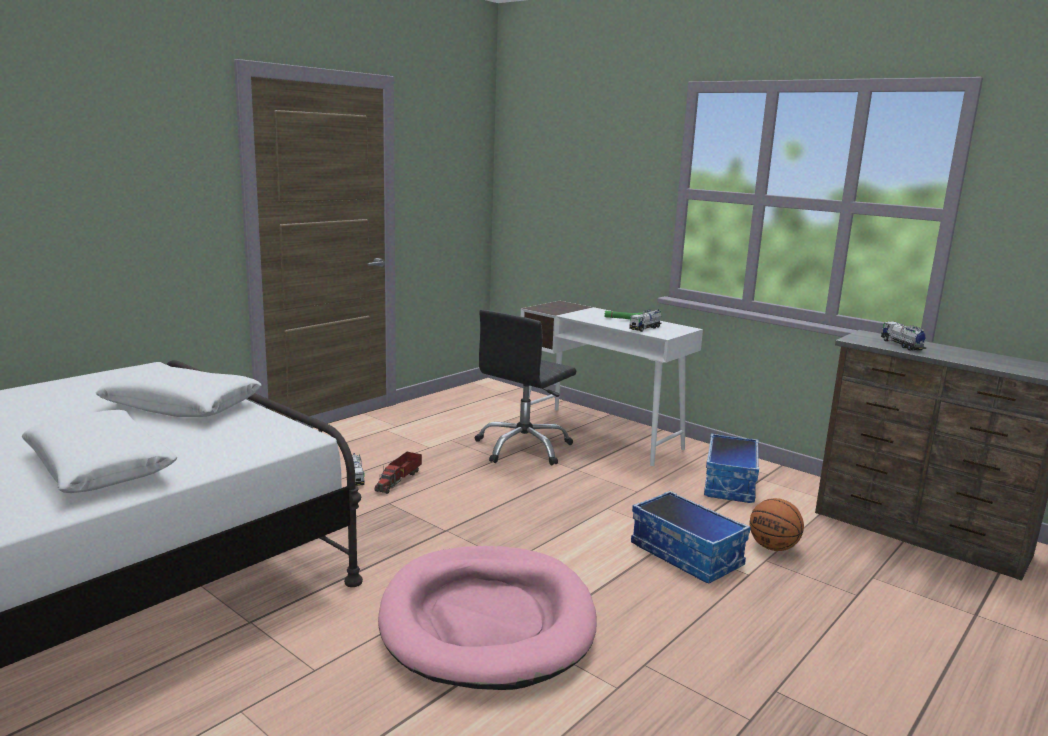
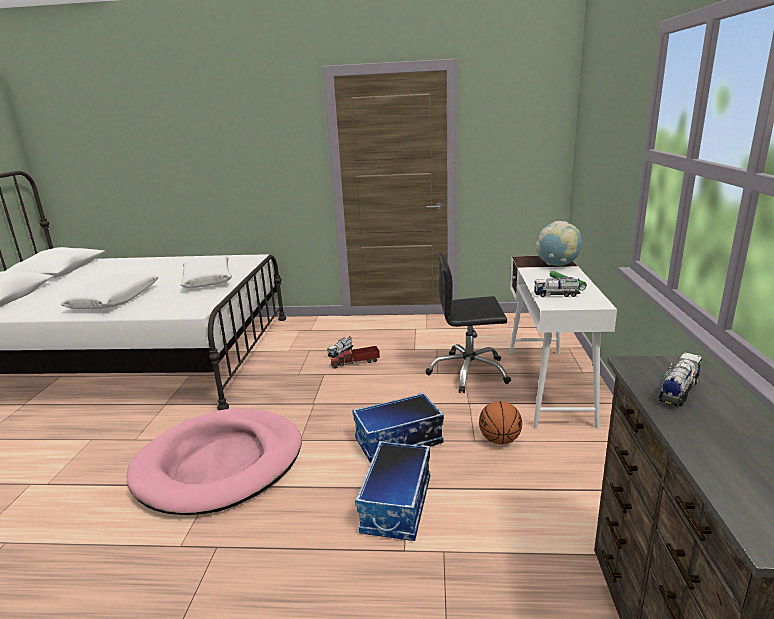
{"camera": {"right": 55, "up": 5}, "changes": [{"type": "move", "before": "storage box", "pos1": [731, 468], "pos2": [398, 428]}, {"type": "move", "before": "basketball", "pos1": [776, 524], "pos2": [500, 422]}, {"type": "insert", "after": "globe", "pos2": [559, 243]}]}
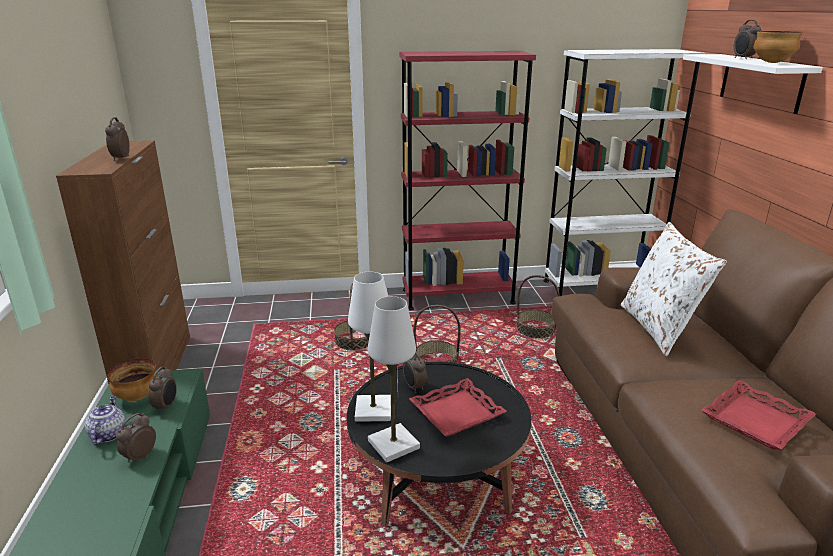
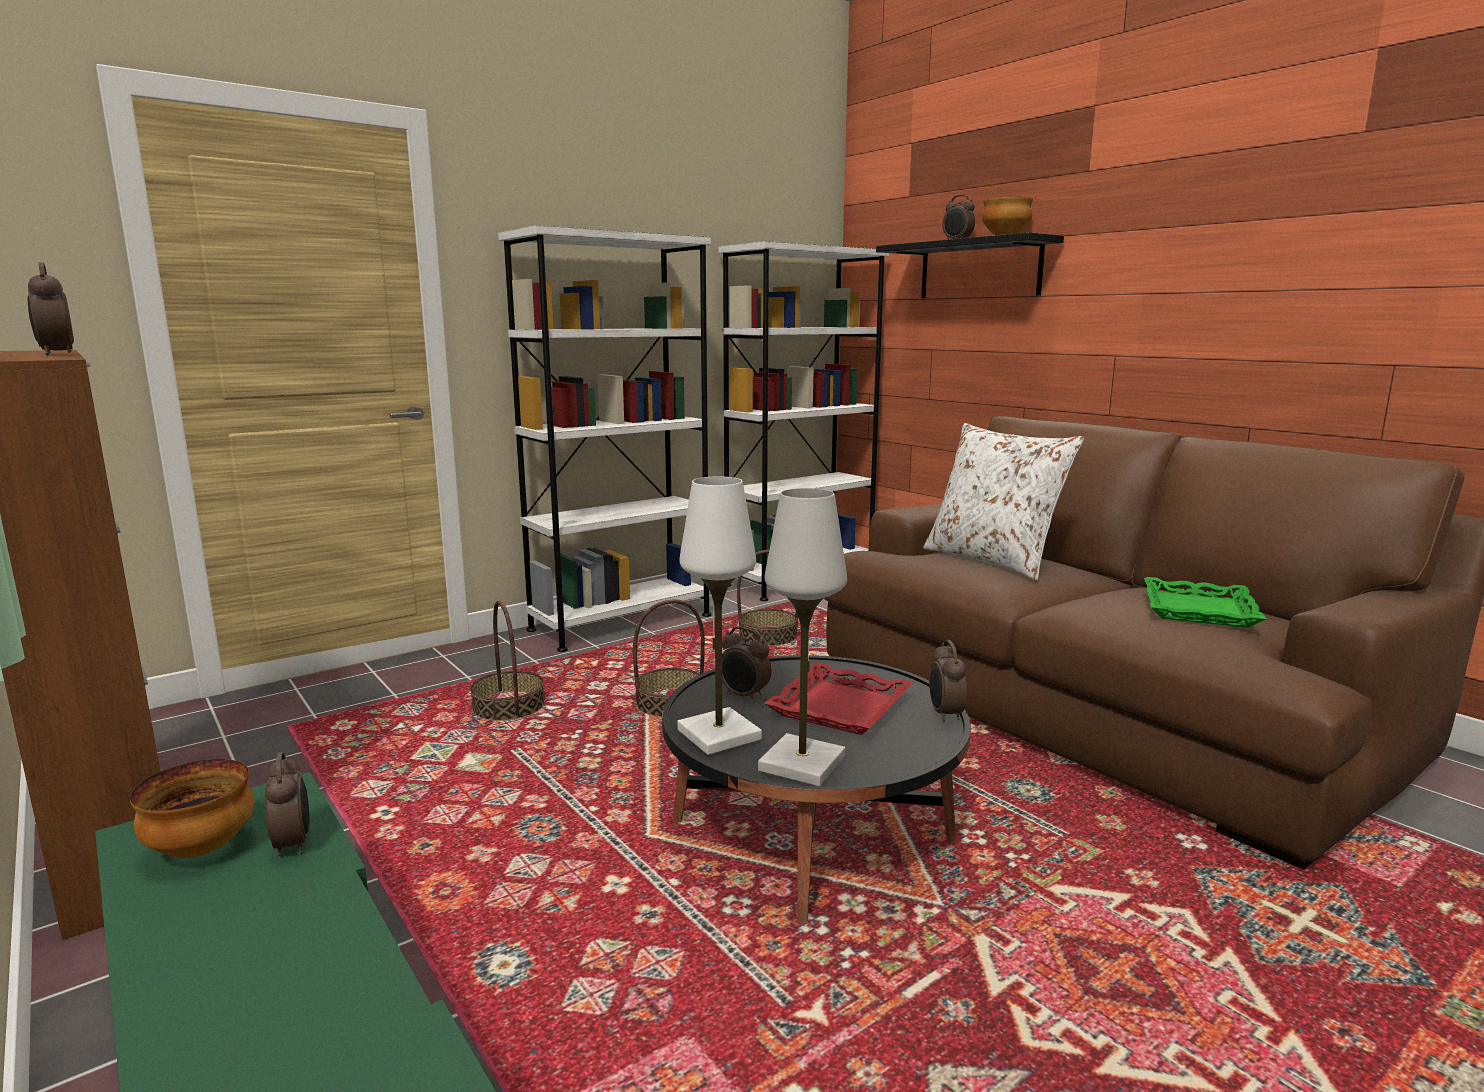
{"camera": {"right": -30, "up": -10}, "changes": [{"type": "recolor", "before": "red bookcase", "after": "white bookcase", "pos1": [467, 180], "pos2": [604, 438]}, {"type": "recolor", "before": "white shelf", "after": "black shelf", "pos1": [753, 84], "pos2": [970, 265]}, {"type": "move", "before": "alarm clock", "pos1": [136, 438], "pos2": [948, 681]}, {"type": "recolor", "before": "red tray", "after": "green tray", "pos1": [758, 415], "pos2": [1205, 602]}, {"type": "delete", "before": "teapot", "pos1": [105, 420]}]}
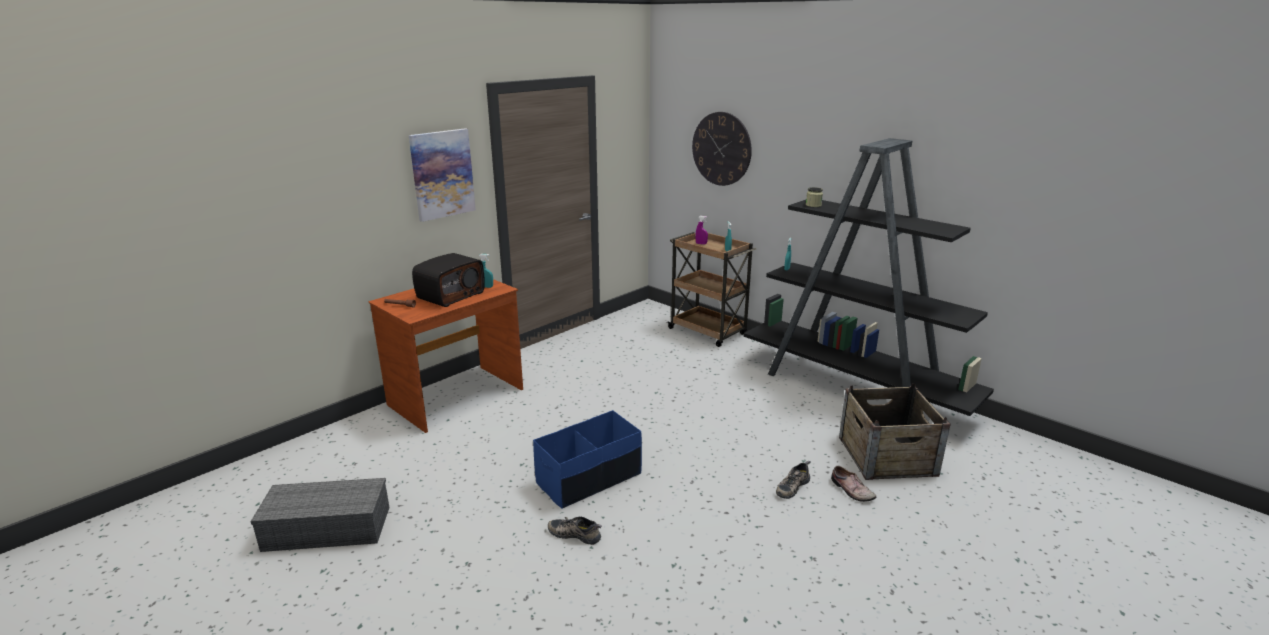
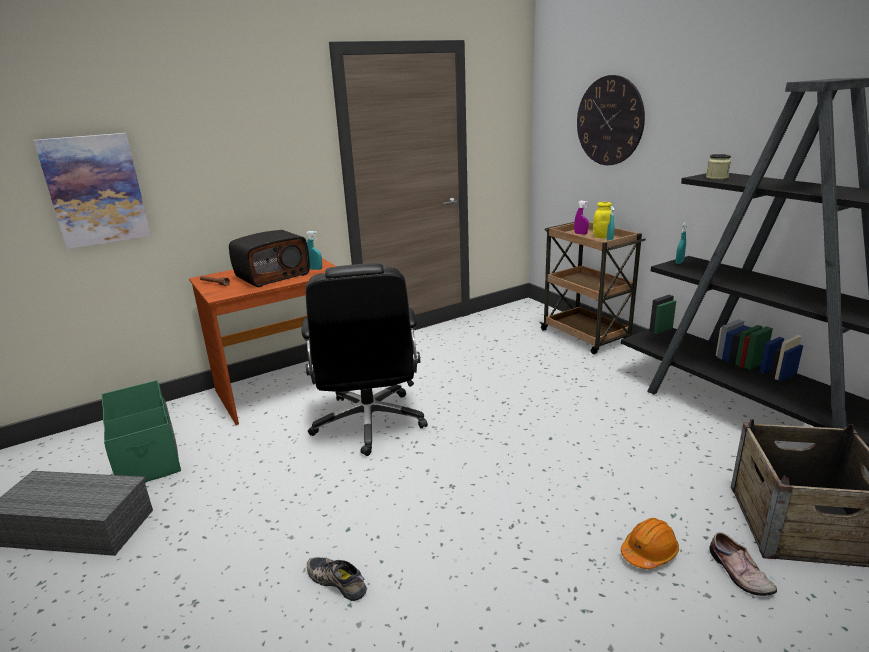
{"camera": {"right": 15, "up": 0}, "changes": [{"type": "move", "before": "picture", "pos1": [442, 175], "pos2": [92, 191]}, {"type": "insert", "after": "green storage box", "pos2": [141, 431]}, {"type": "insert", "after": "black office chair", "pos2": [364, 359]}, {"type": "insert", "after": "yellow jar", "pos2": [602, 220]}, {"type": "replace", "before": "shoe", "after": "orange hard hat", "pos1": [793, 480], "pos2": [650, 543]}, {"type": "delete", "before": "blue storage box", "pos1": [587, 459]}]}
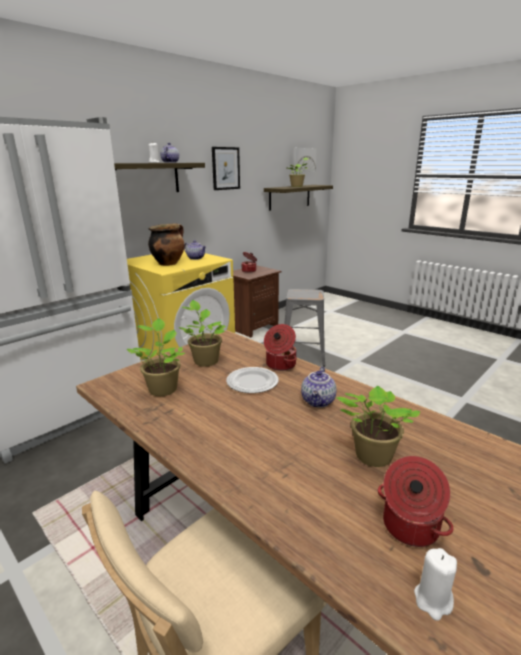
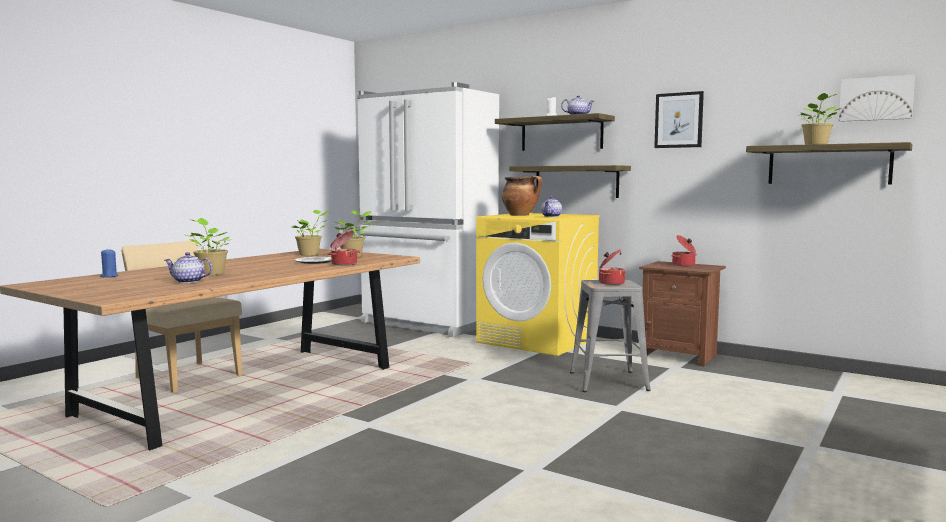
{"camera": {"right": 80, "up": -15}, "changes": [{"type": "recolor", "before": "white candle", "after": "blue candle", "pos1": [435, 584], "pos2": [109, 262]}, {"type": "move", "before": "teapot", "pos1": [319, 387], "pos2": [189, 267]}, {"type": "insert", "after": "shelf", "pos2": [570, 181]}, {"type": "move", "before": "cooking pot", "pos1": [416, 501], "pos2": [612, 267]}]}
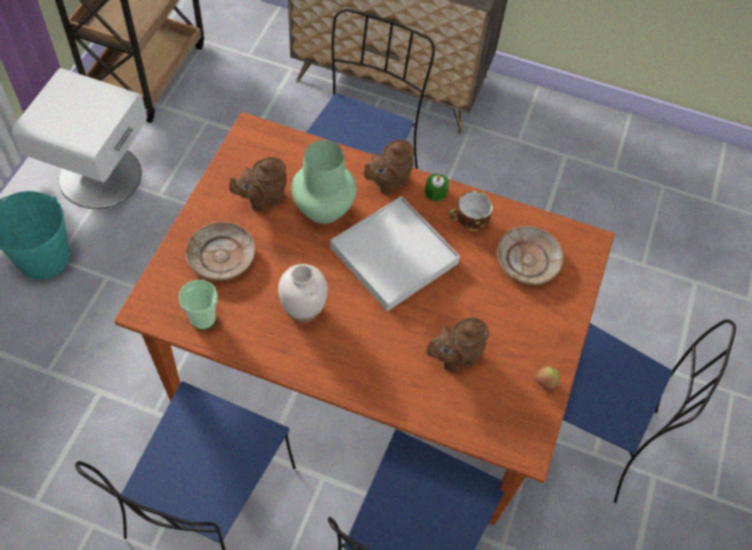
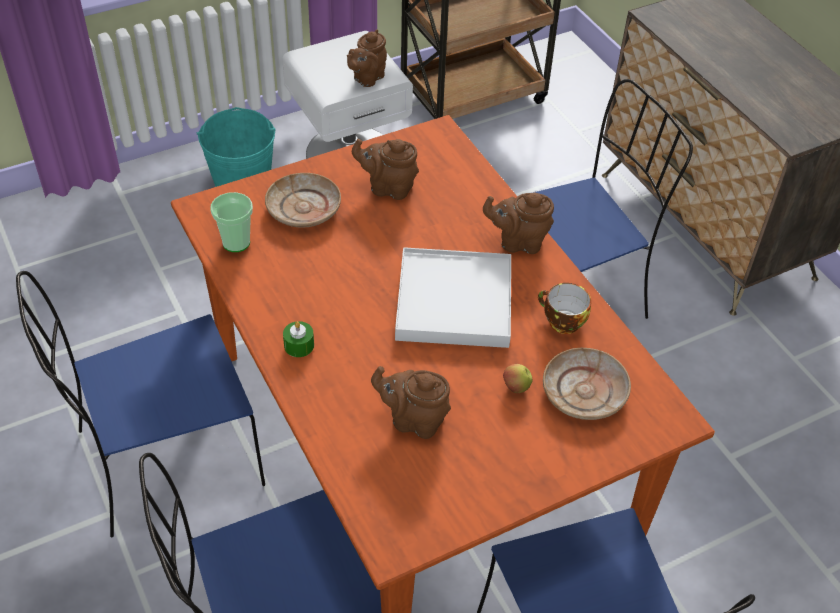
{"camera": {"right": 45, "up": -10}, "changes": [{"type": "move", "before": "green candle", "pos1": [437, 187], "pos2": [298, 339]}, {"type": "insert", "after": "brown teapot", "pos2": [367, 58]}, {"type": "move", "before": "apple", "pos1": [547, 379], "pos2": [518, 378]}, {"type": "delete", "before": "white vase", "pos1": [303, 293]}, {"type": "delete", "before": "green vase", "pos1": [324, 182]}]}
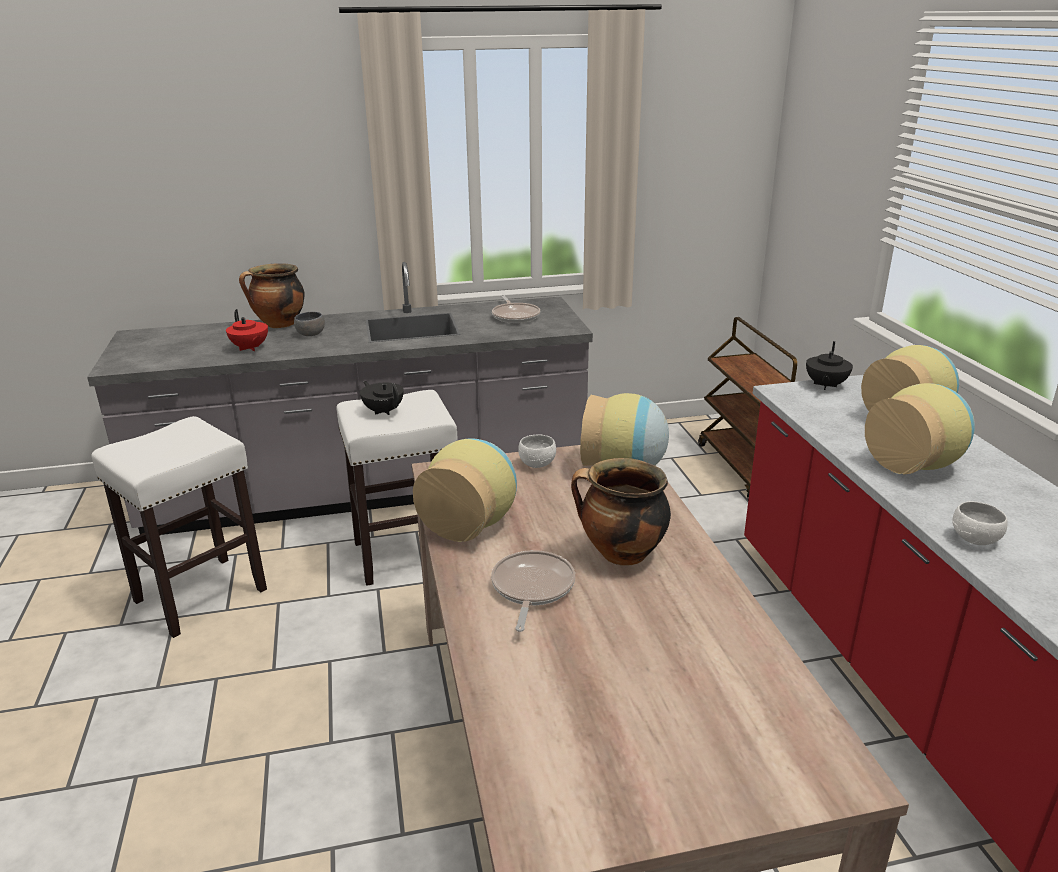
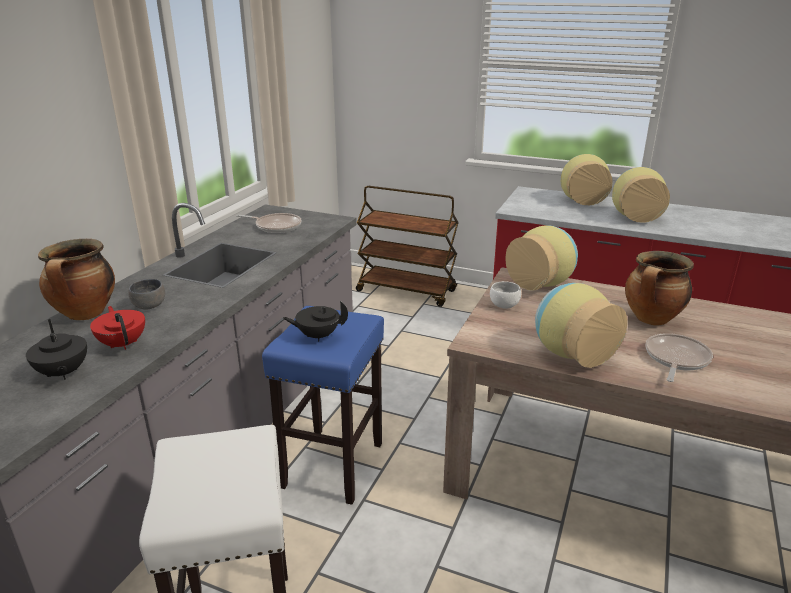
{"camera": {"right": -55, "up": 0}, "changes": [{"type": "move", "before": "black teapot", "pos1": [829, 365], "pos2": [56, 349]}, {"type": "rotate", "before": "red teapot", "pos1": [247, 330], "pos2": [117, 328], "turn": -120}, {"type": "recolor", "before": "white stool", "after": "blue stool", "pos1": [397, 488], "pos2": [323, 405]}, {"type": "rotate", "before": "frying pan", "pos1": [533, 591], "pos2": [679, 357], "turn": 75}, {"type": "delete", "before": "white bowl", "pos1": [980, 523]}]}
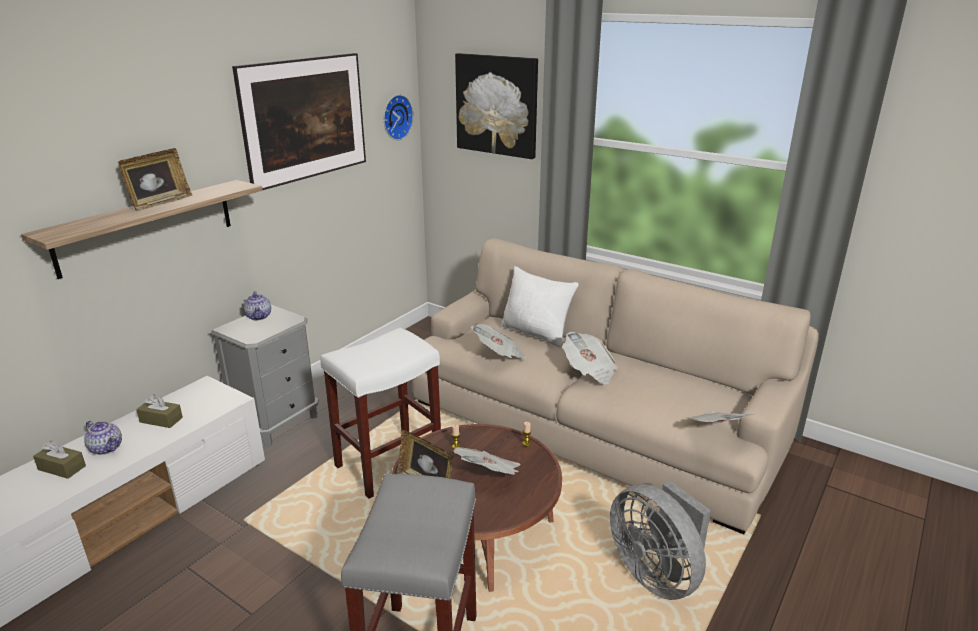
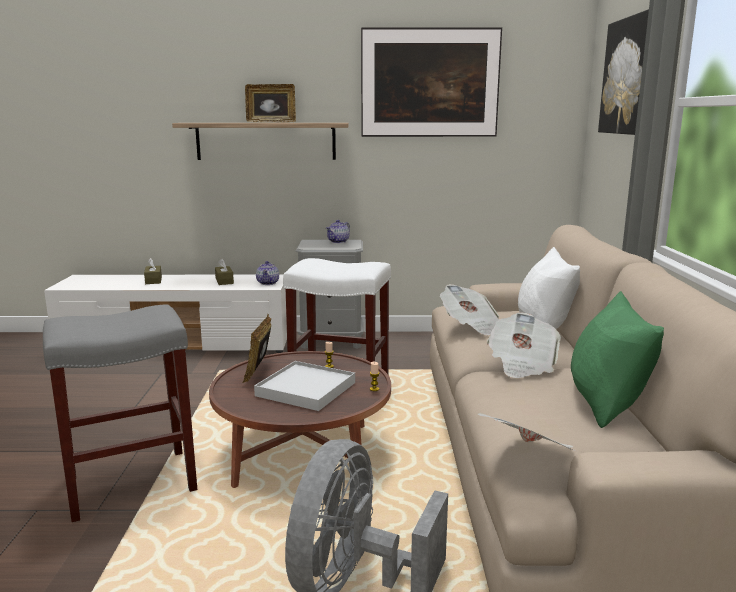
{"camera": {"right": 55, "up": -10}, "changes": [{"type": "replace", "before": "newspaper", "after": "white tray", "pos1": [487, 461], "pos2": [304, 386]}, {"type": "move", "before": "teapot", "pos1": [103, 438], "pos2": [267, 273]}, {"type": "insert", "after": "green pillow", "pos2": [617, 359]}, {"type": "delete", "before": "wall clock", "pos1": [399, 117]}]}
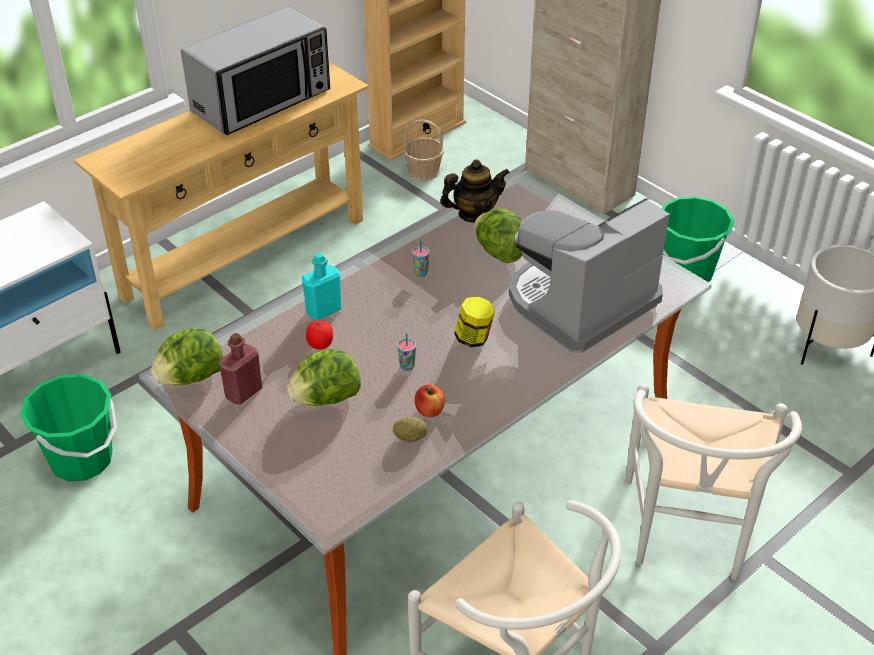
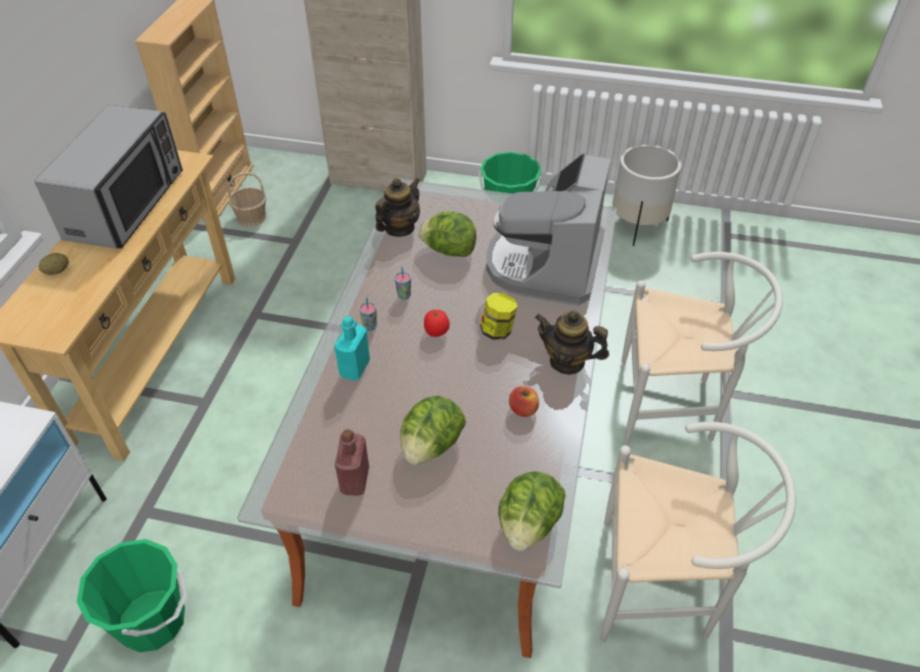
{"camera": {"right": -35, "up": 5}, "changes": [{"type": "move", "before": "potato", "pos1": [410, 429], "pos2": [54, 264]}, {"type": "move", "before": "cup", "pos1": [406, 352], "pos2": [368, 314]}, {"type": "move", "before": "tomato", "pos1": [319, 335], "pos2": [437, 323]}, {"type": "move", "before": "lettuce", "pos1": [187, 357], "pos2": [532, 511]}, {"type": "insert", "after": "teapot", "pos2": [572, 342]}, {"type": "rotate", "before": "white chair", "pos1": [714, 482], "pos2": [702, 349], "turn": -60}]}
